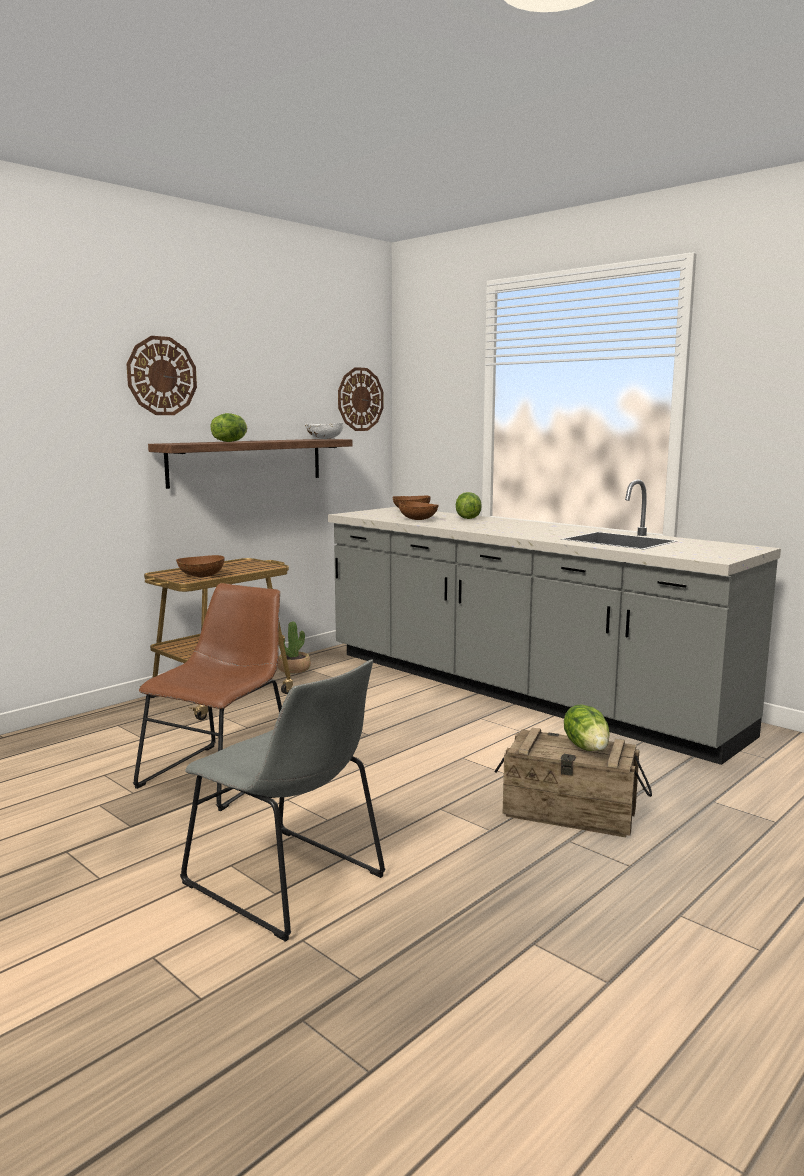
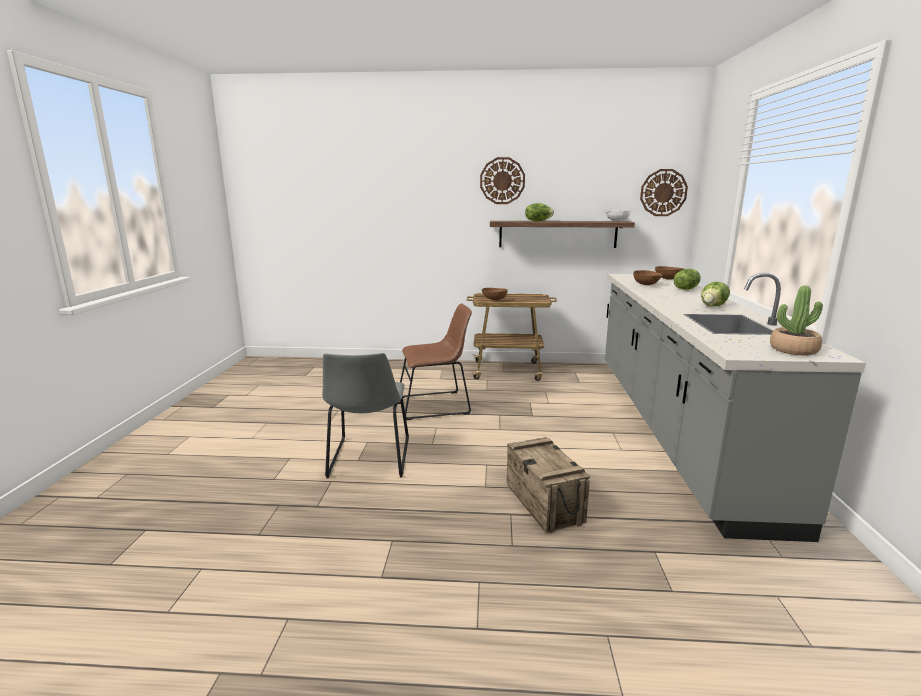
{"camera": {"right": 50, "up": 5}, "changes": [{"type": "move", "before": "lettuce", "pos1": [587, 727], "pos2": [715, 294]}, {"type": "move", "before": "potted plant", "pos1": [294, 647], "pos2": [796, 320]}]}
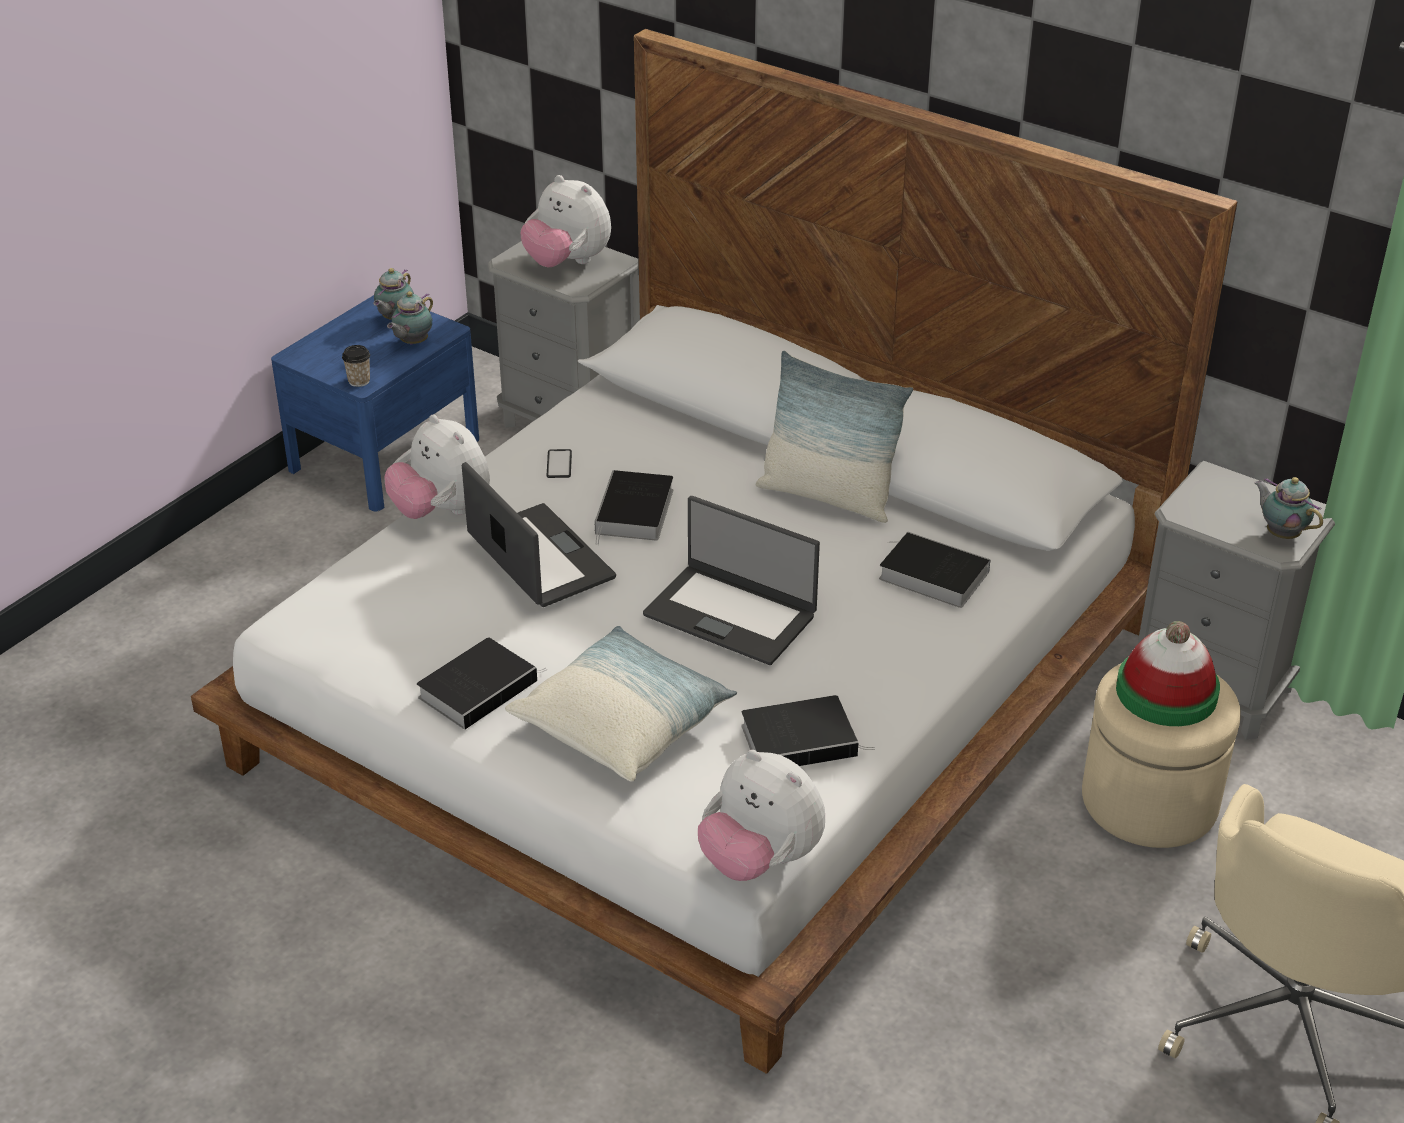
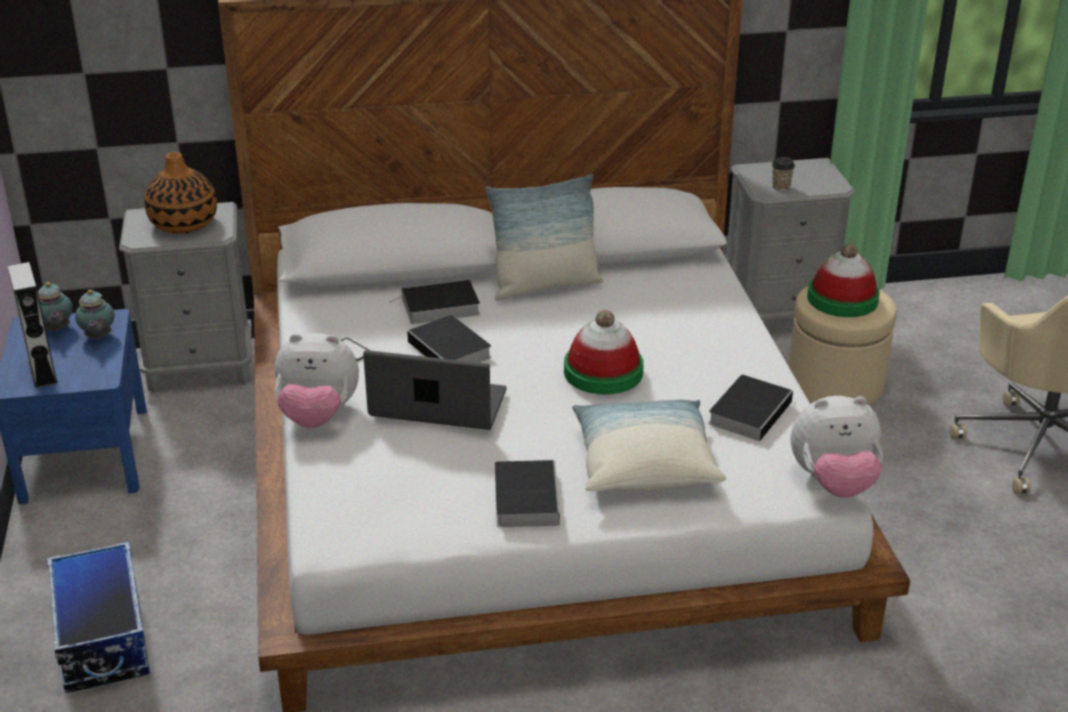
{"camera": {"right": -45, "up": -5}, "changes": [{"type": "insert", "after": "grey speaker", "pos2": [32, 325]}, {"type": "insert", "after": "storage box", "pos2": [98, 617]}, {"type": "replace", "before": "plush toy", "after": "vase", "pos1": [566, 221], "pos2": [180, 193]}, {"type": "move", "before": "book", "pos1": [935, 570], "pos2": [435, 301]}, {"type": "replace", "before": "laptop", "after": "hat", "pos1": [731, 580], "pos2": [604, 352]}, {"type": "move", "before": "cup", "pos1": [356, 366], "pos2": [783, 174]}, {"type": "delete", "before": "teapot", "pos1": [1289, 508]}]}
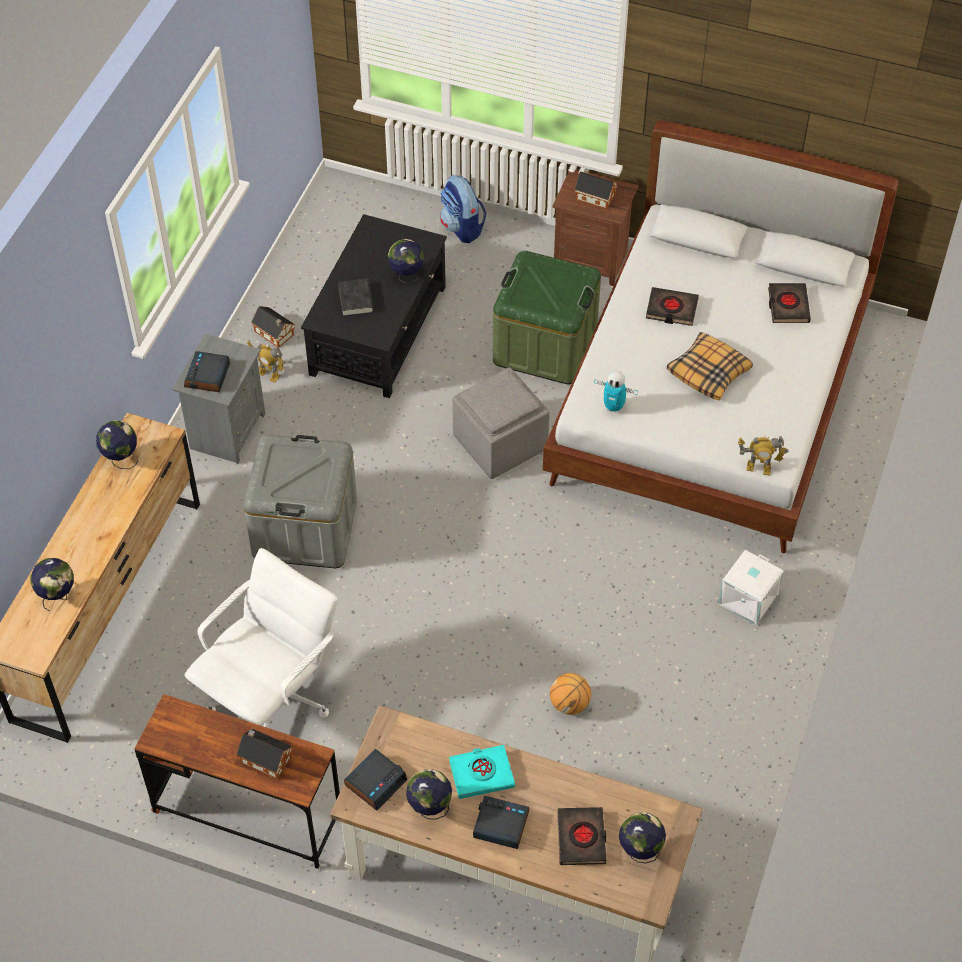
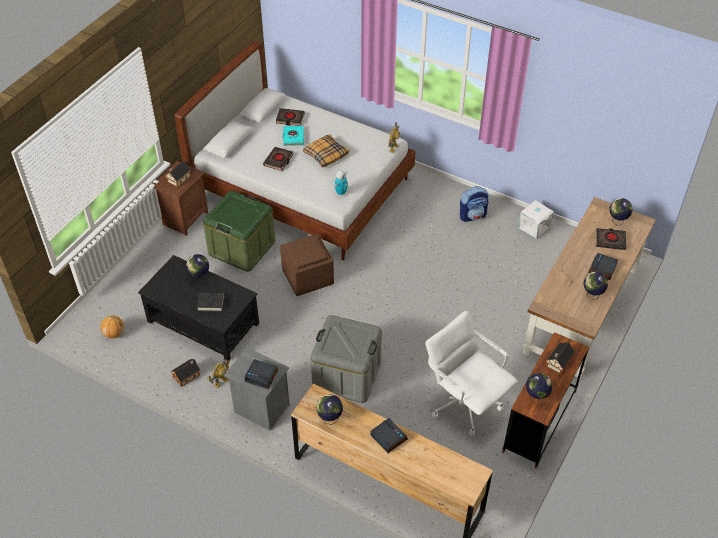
{"camera": {"right": -80, "up": -5}, "changes": [{"type": "move", "before": "basketball", "pos1": [570, 694], "pos2": [112, 326]}, {"type": "recolor", "before": "grey ottoman", "after": "brown ottoman", "pos1": [501, 423], "pos2": [307, 265]}, {"type": "move", "before": "turquoise book", "pos1": [482, 772], "pos2": [293, 136]}, {"type": "move", "before": "alarm clock", "pos1": [375, 780], "pos2": [389, 435]}, {"type": "move", "before": "backpack", "pos1": [463, 209], "pos2": [474, 204]}, {"type": "move", "before": "white storage box", "pos1": [751, 587], "pos2": [536, 220]}, {"type": "move", "before": "globe", "pos1": [52, 584], "pos2": [539, 389]}]}
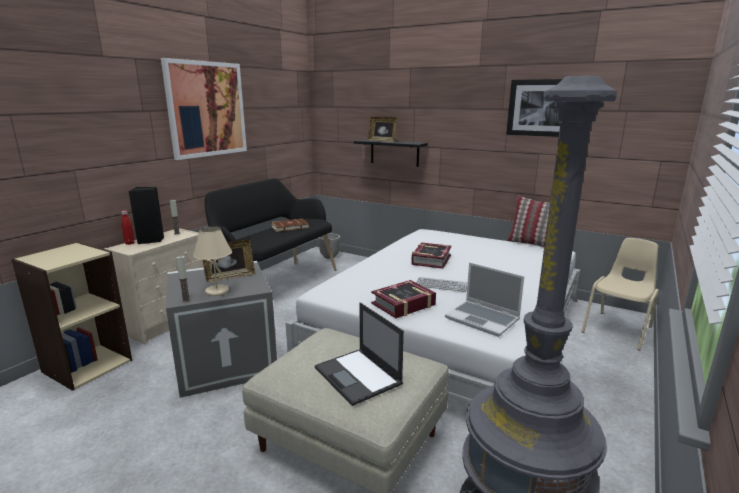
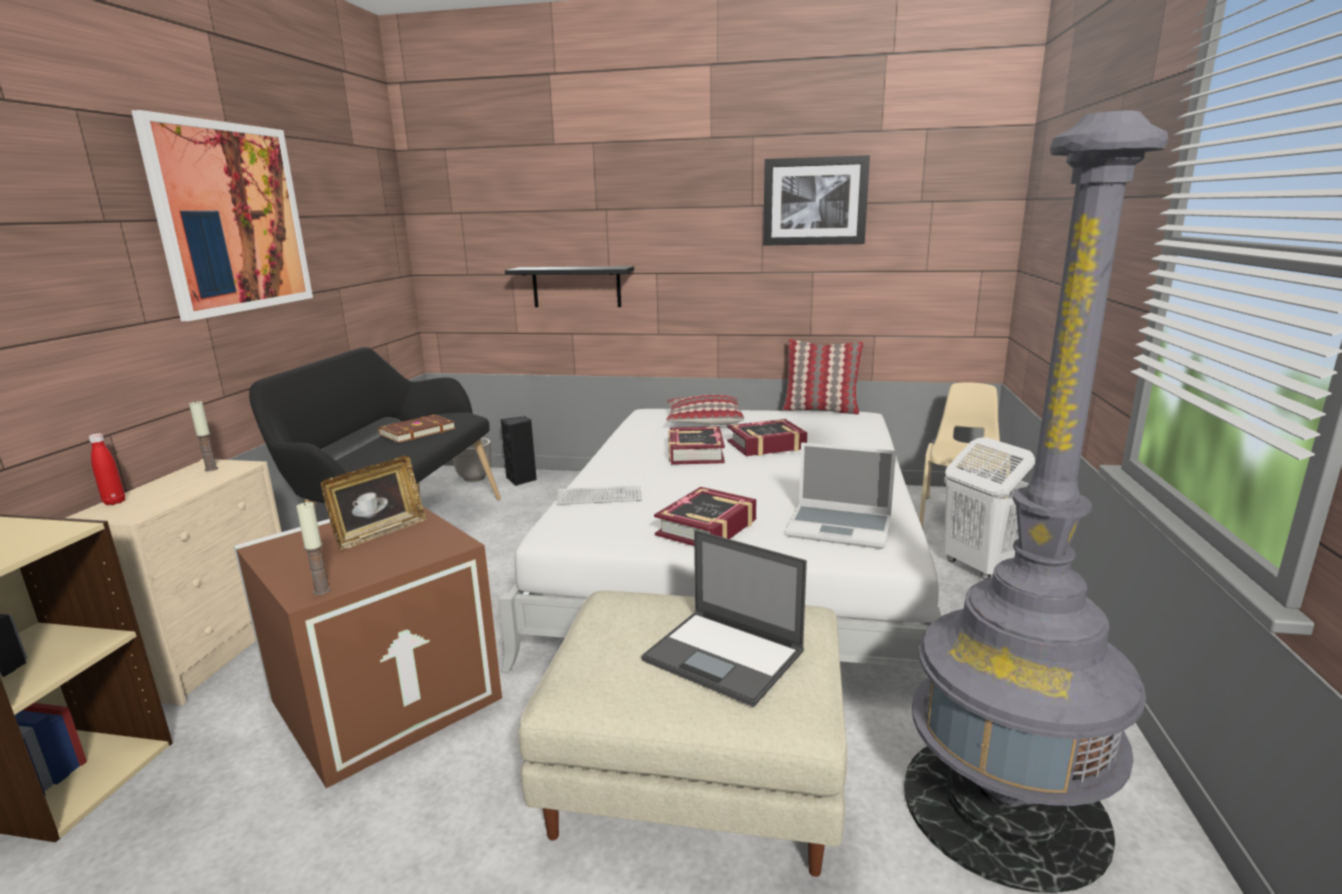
{"camera": {"right": -20, "up": 0}, "changes": [{"type": "recolor", "before": "grey storage box", "after": "brown storage box", "pos1": [221, 329], "pos2": [368, 647]}, {"type": "move", "before": "black speaker", "pos1": [146, 215], "pos2": [519, 451]}, {"type": "move", "before": "keyboard", "pos1": [442, 284], "pos2": [599, 495]}, {"type": "insert", "after": "pillow", "pos2": [705, 409]}, {"type": "insert", "after": "book", "pos2": [767, 437]}, {"type": "insert", "after": "white laundry basket", "pos2": [989, 508]}, {"type": "delete", "before": "beige table lamp", "pos1": [212, 261]}, {"type": "delete", "before": "picture frame", "pos1": [382, 129]}]}
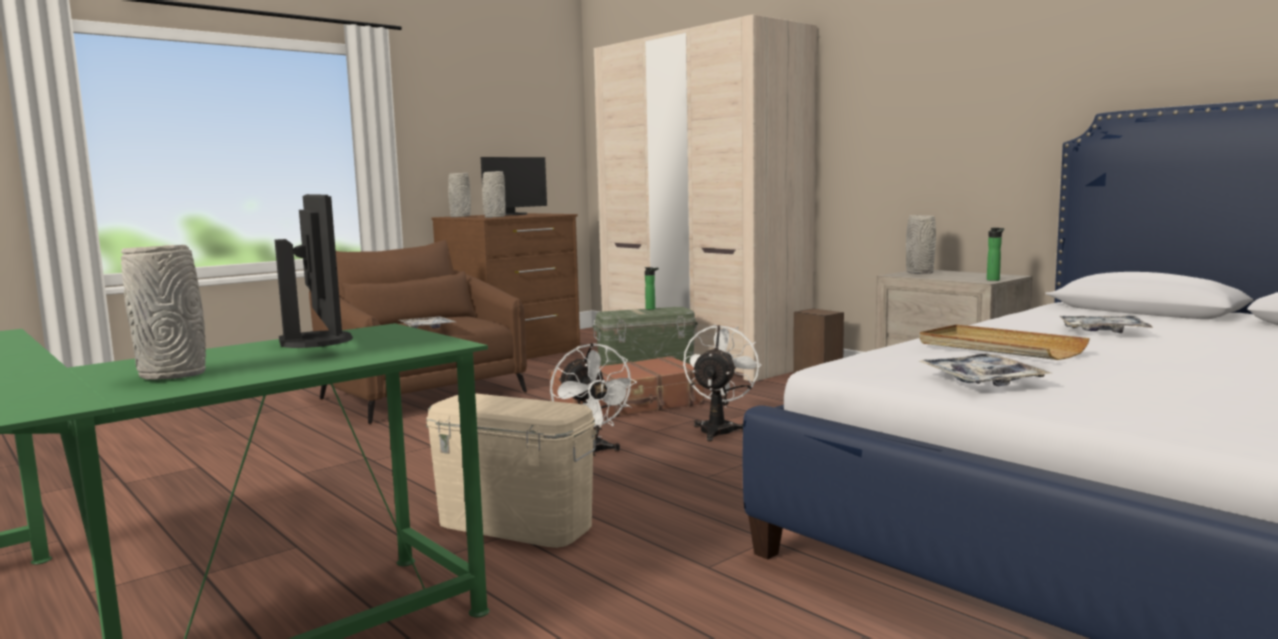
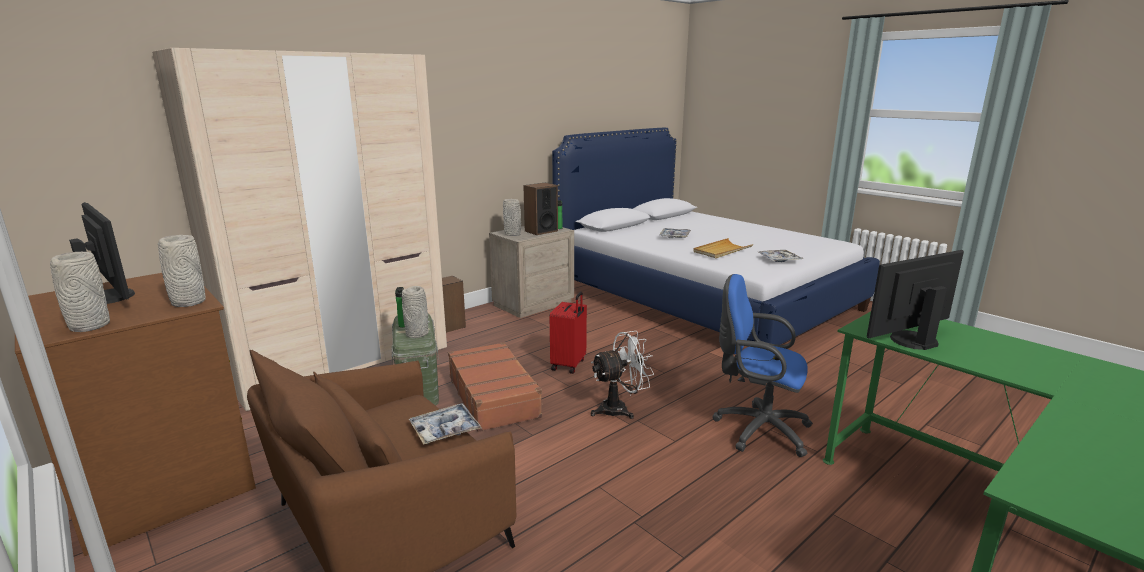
{"camera": {"right": -90, "up": 10}, "changes": [{"type": "move", "before": "grey vase", "pos1": [163, 312], "pos2": [415, 312]}, {"type": "insert", "after": "speaker", "pos2": [540, 209]}, {"type": "replace", "before": "white fan", "after": "red suitcase", "pos1": [722, 382], "pos2": [568, 333]}, {"type": "replace", "before": "beige storage box", "after": "blue office chair", "pos1": [512, 471], "pos2": [762, 365]}]}
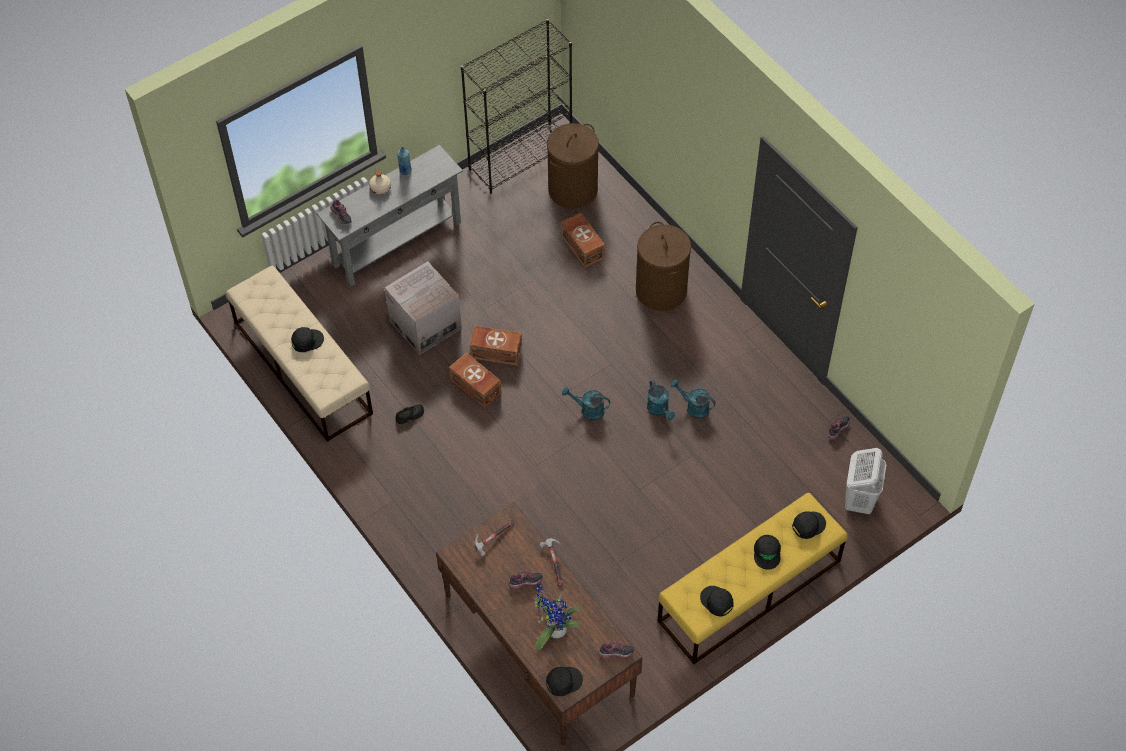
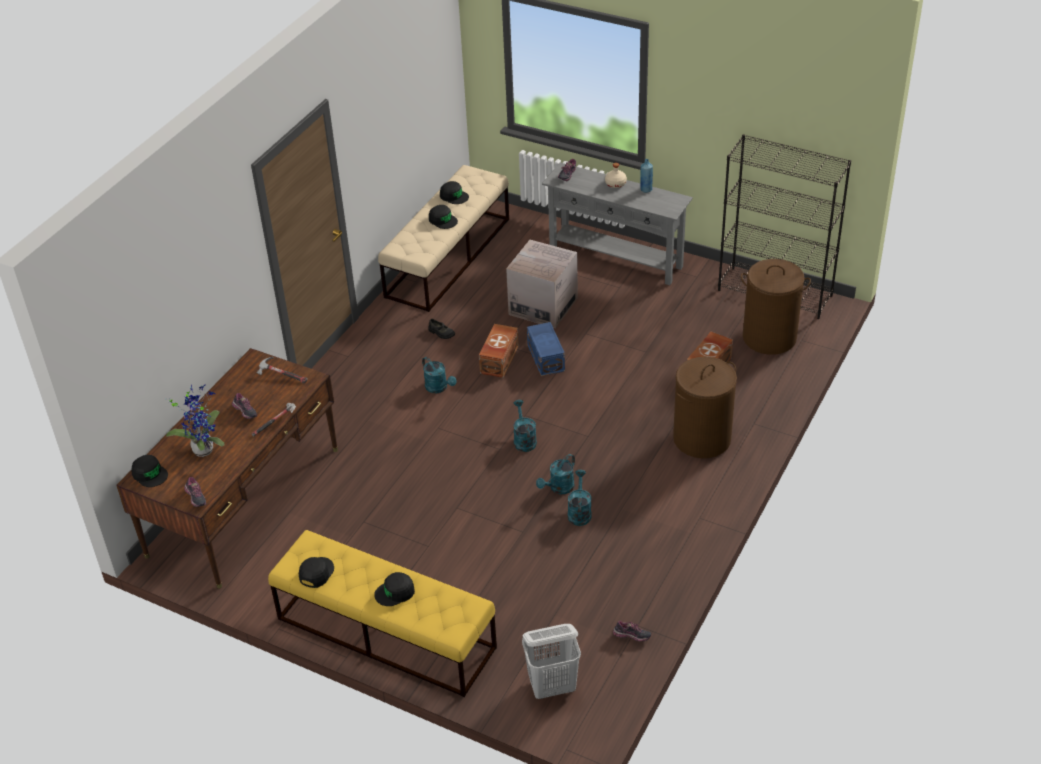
{"camera": {"right": 65, "up": -15}, "changes": [{"type": "insert", "after": "turquoise watering can", "pos2": [439, 375]}, {"type": "move", "before": "black cap", "pos1": [809, 525], "pos2": [454, 192]}, {"type": "recolor", "before": "brown storage box", "after": "blue storage box", "pos1": [496, 346], "pos2": [546, 349]}]}
